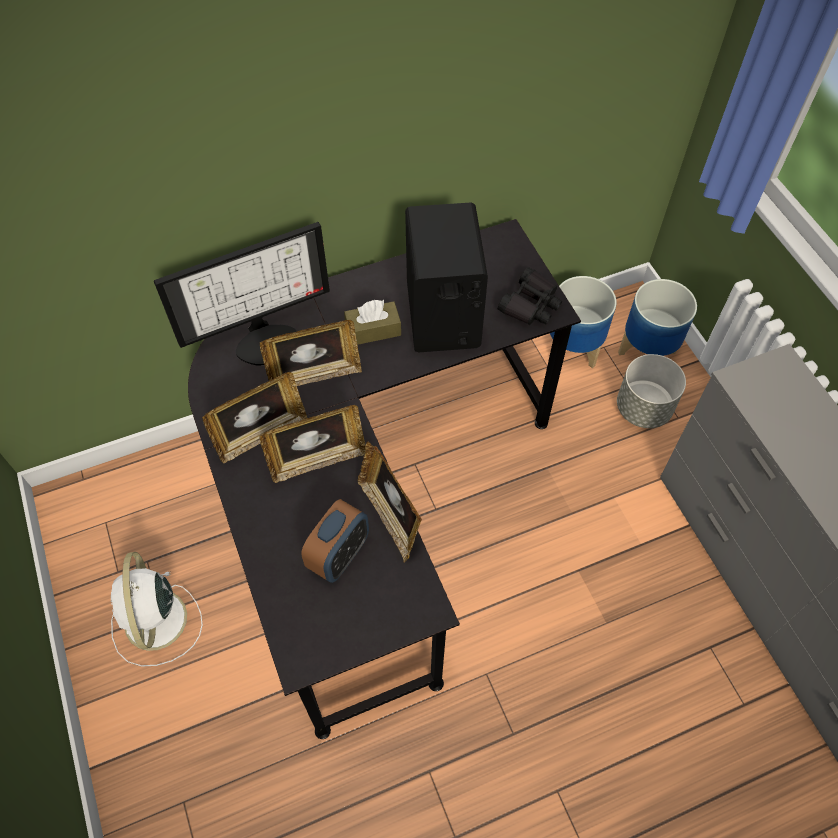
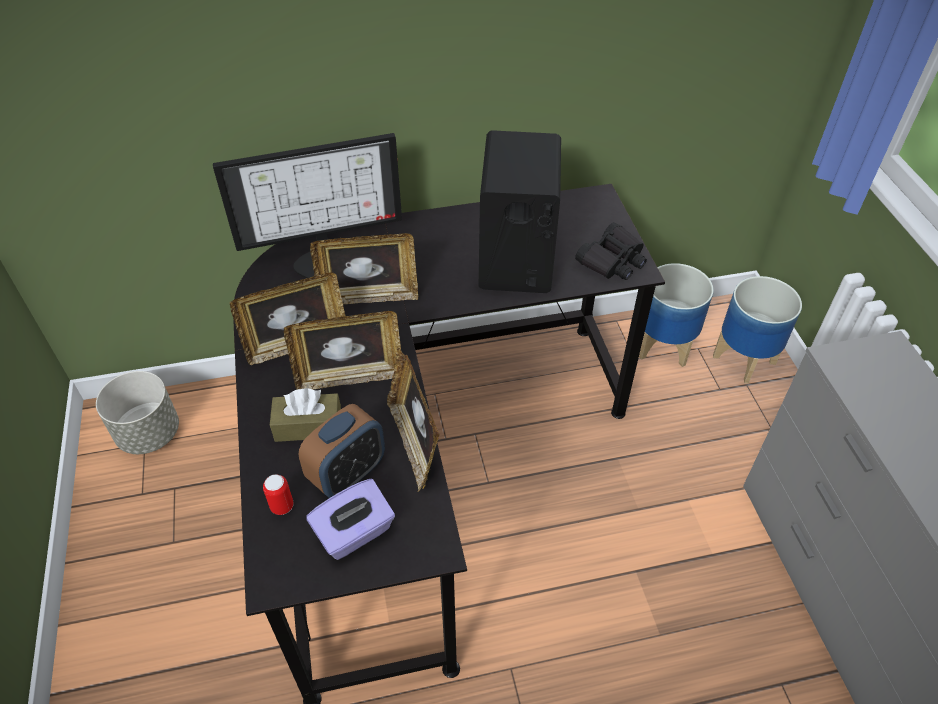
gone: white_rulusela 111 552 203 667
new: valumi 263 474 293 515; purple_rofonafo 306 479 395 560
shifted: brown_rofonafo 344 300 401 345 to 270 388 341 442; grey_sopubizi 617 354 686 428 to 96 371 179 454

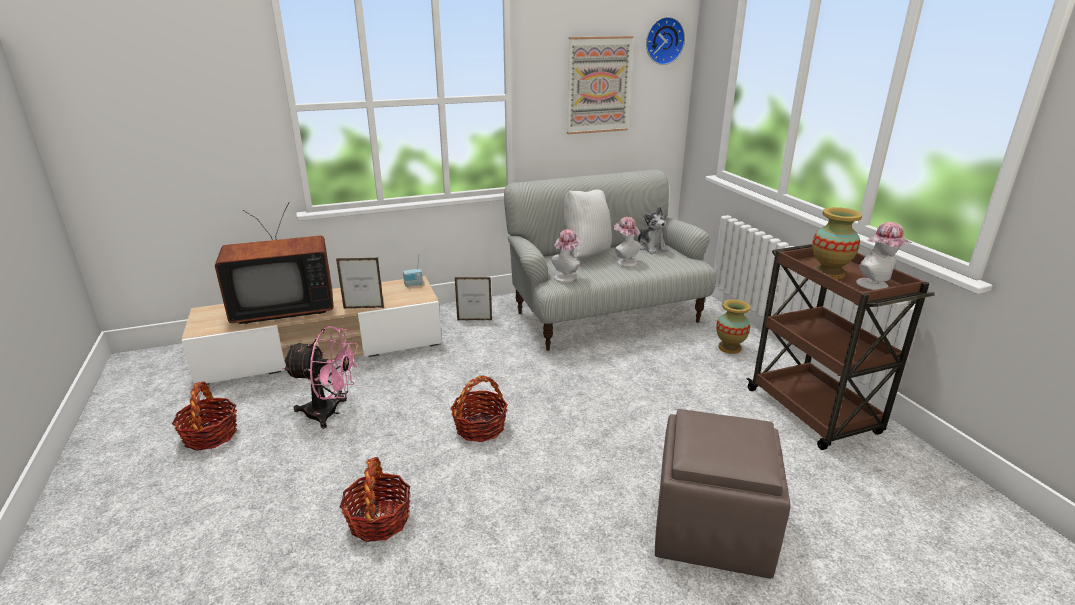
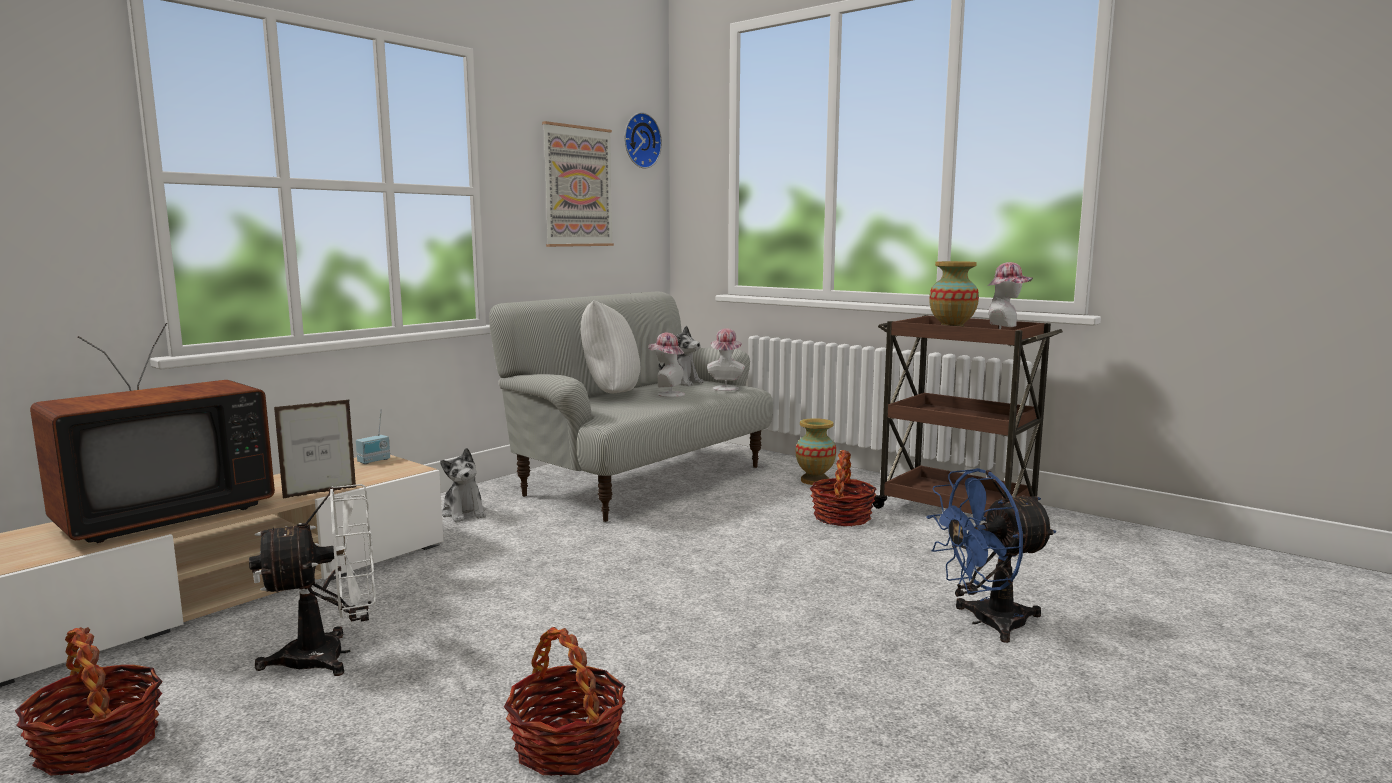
shifted: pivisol 450 376 508 442 to 810 450 877 527; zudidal 551 229 581 282 to 707 328 745 391
swapped: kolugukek 455 277 492 320 to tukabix 440 448 486 522; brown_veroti 655 409 791 579 to blue_rulusela 926 468 1057 643
repainted: pink_rulusela 282 326 358 429 to white_rulusela 249 484 376 676

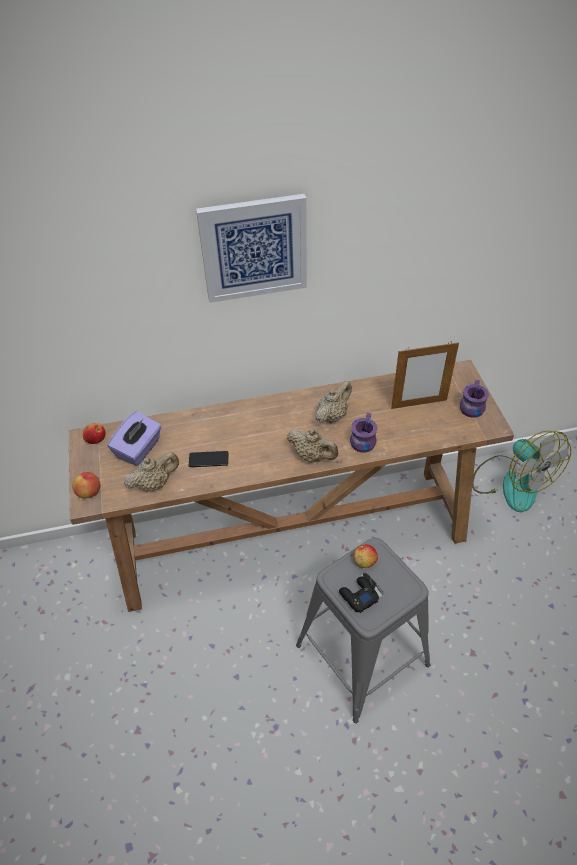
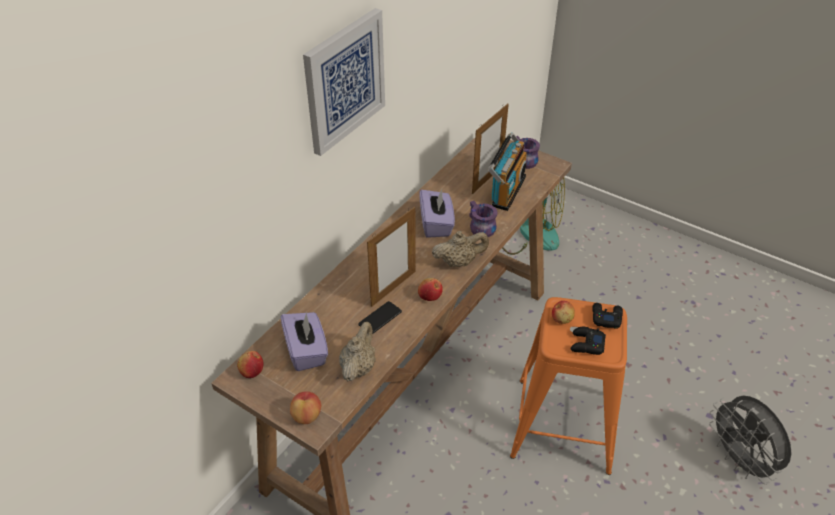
new: kolugukek 367 207 416 307; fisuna 418 278 443 301; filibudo 488 132 527 211; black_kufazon 593 303 623 329; grey_rulusela 709 395 792 484
swapped: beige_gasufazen 316 381 352 423 to purple_rofonafo 419 190 455 238
repainted: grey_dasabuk 296 538 430 723 to orange_dasabuk 510 297 627 475

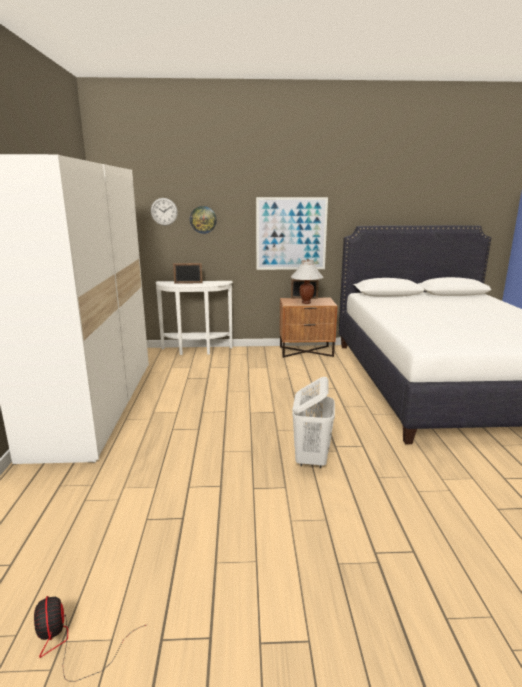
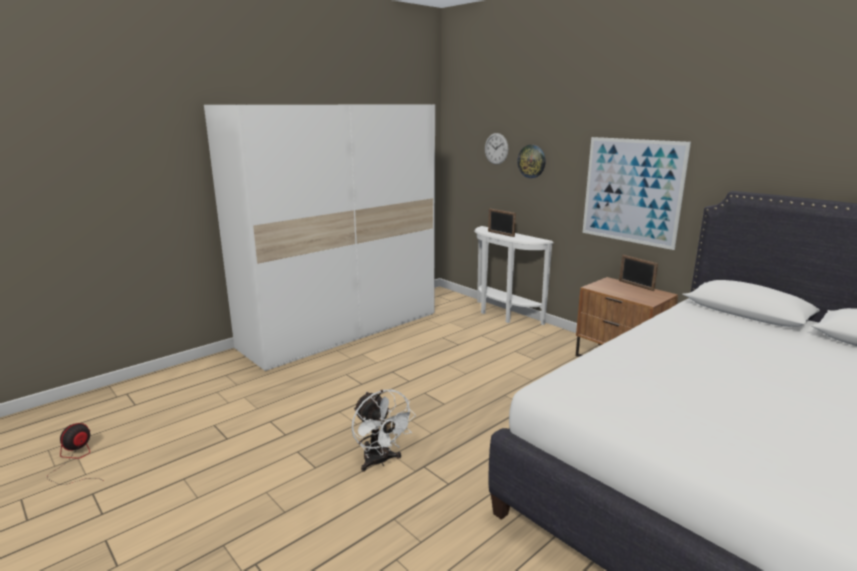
gone: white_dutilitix 291 259 324 304
swapped: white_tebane 292 377 335 468 to white_rulusela 352 389 416 472

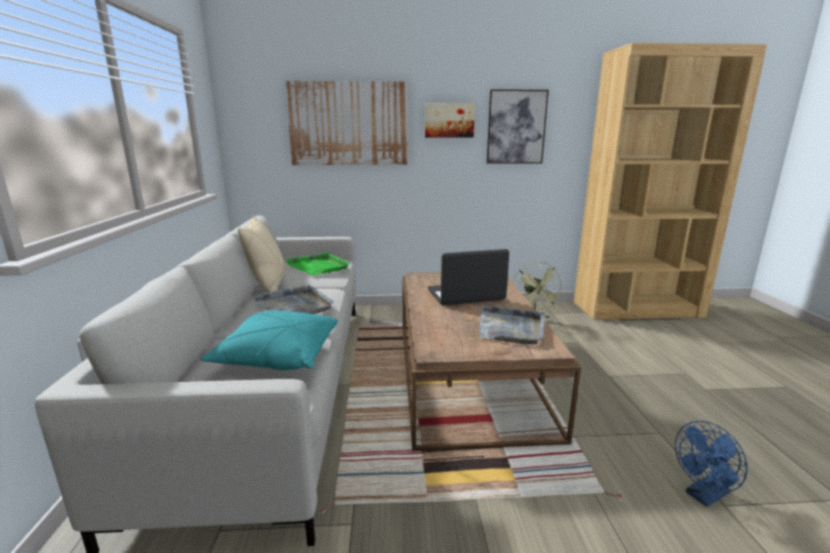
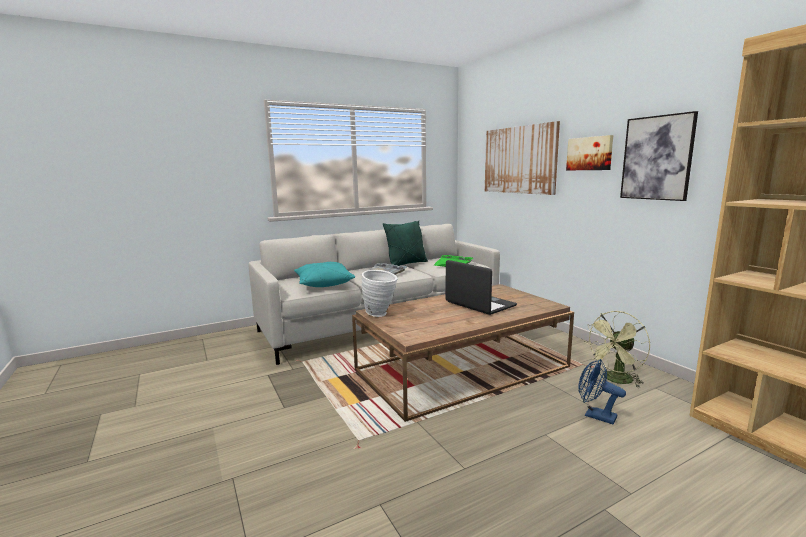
gone: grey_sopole 480 306 544 344
new: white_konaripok 362 270 398 317
shifted: blue_rulusela 675 421 747 507 to 579 359 626 425
repainted: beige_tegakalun 238 216 285 292 to green_tegakalun 383 220 428 266

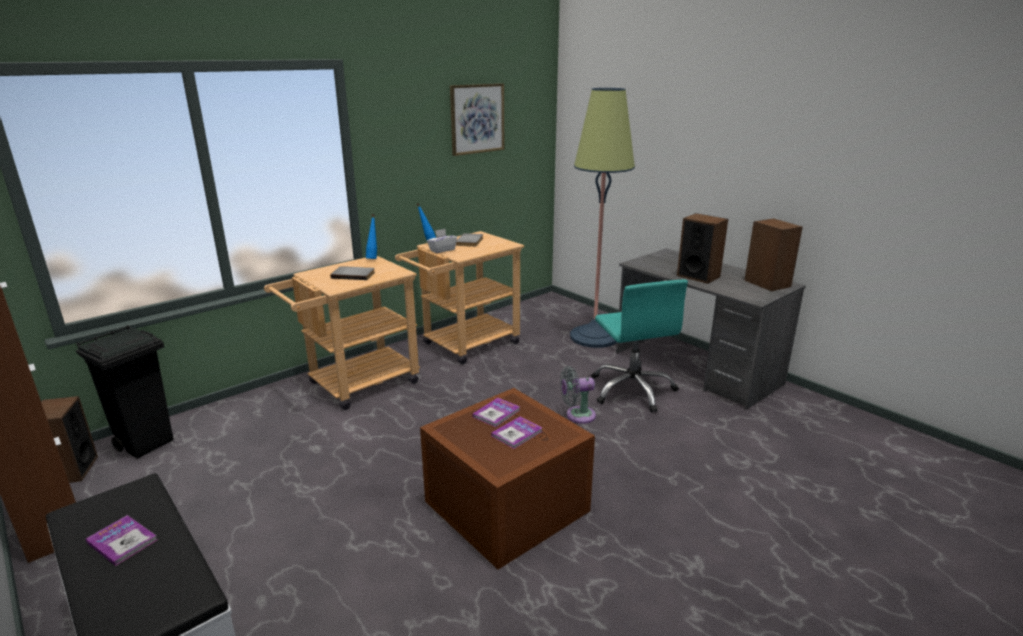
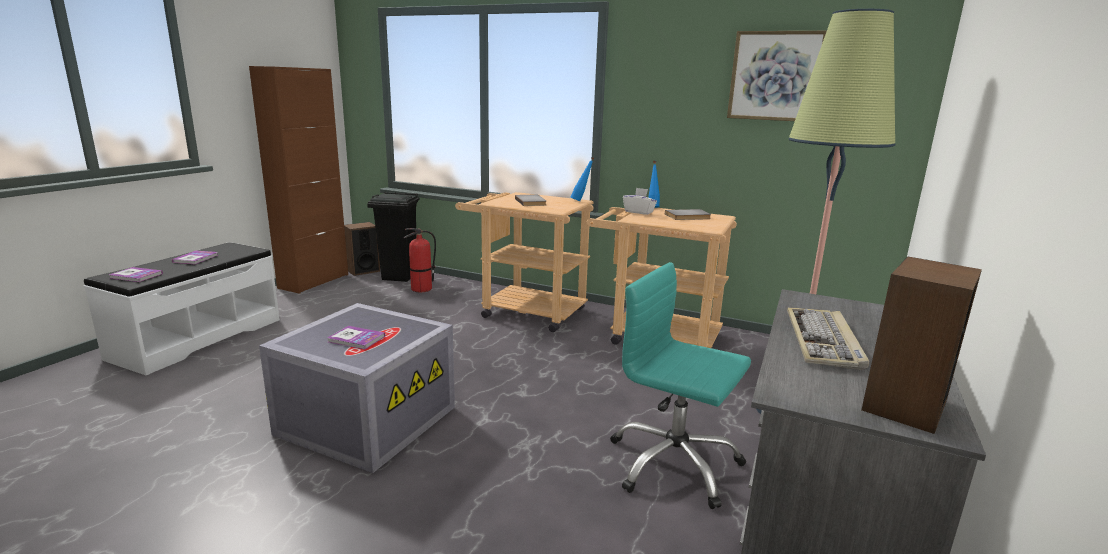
gone: grey_rulusela 560 366 596 424
new: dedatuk 404 228 436 292
shifted: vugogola 472 398 520 427 to 109 267 163 282
swapped: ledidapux 677 213 728 284 to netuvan 787 308 869 370
repainted: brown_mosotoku 420 388 595 570 to grey_mosotoku 259 303 455 473
rotated: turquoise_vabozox 591 279 688 413 = 610 262 751 509 75 degrees clockwise

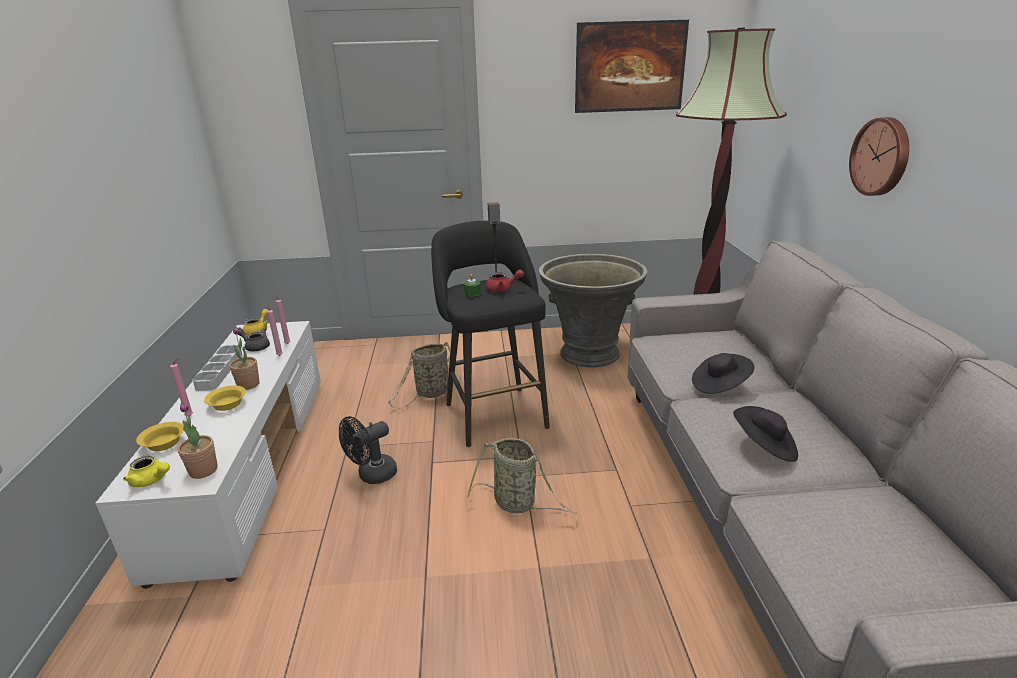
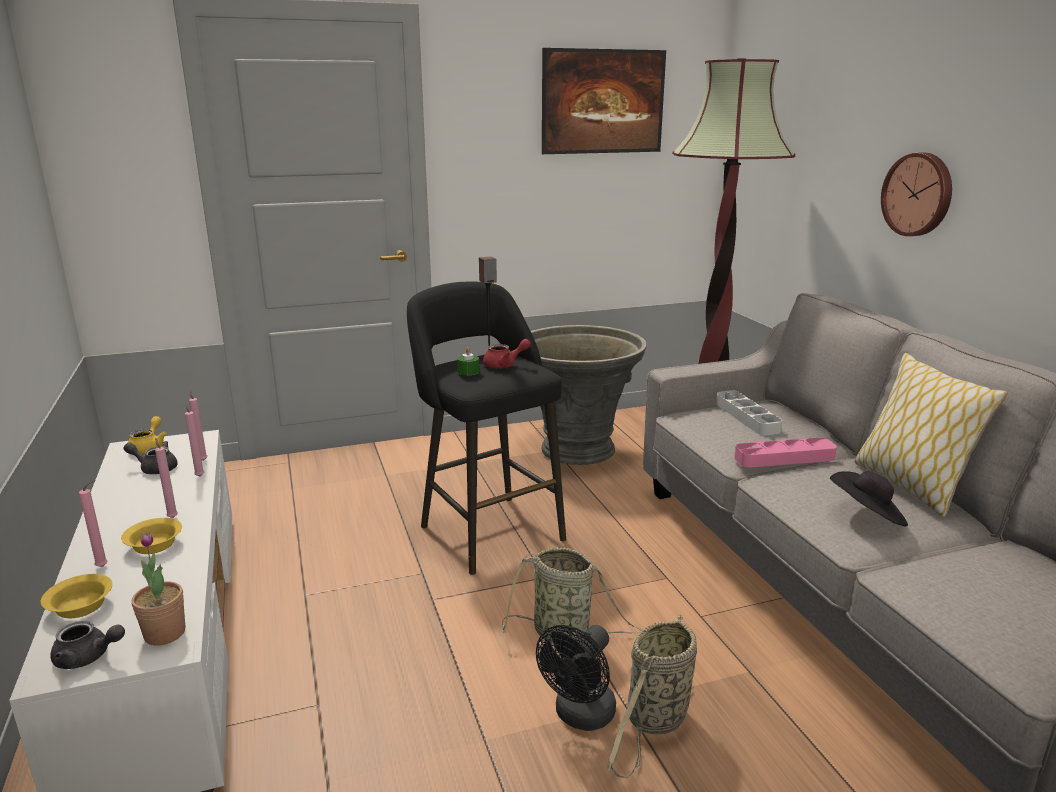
new: tegakalun 854 353 1008 517
shifted: grey_sopole 193 345 242 391 to 716 390 782 435; black_rulusela 339 416 397 484 to 536 625 616 731; pivisol 388 342 461 409 to 607 614 697 778
swapped: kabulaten 229 327 260 390 to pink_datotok 155 438 178 518; black_zudidal 692 353 755 394 to pink_sopole 734 437 837 468
repainted: yellow_gasufazen 123 456 170 487 to grey_gasufazen 51 621 125 669

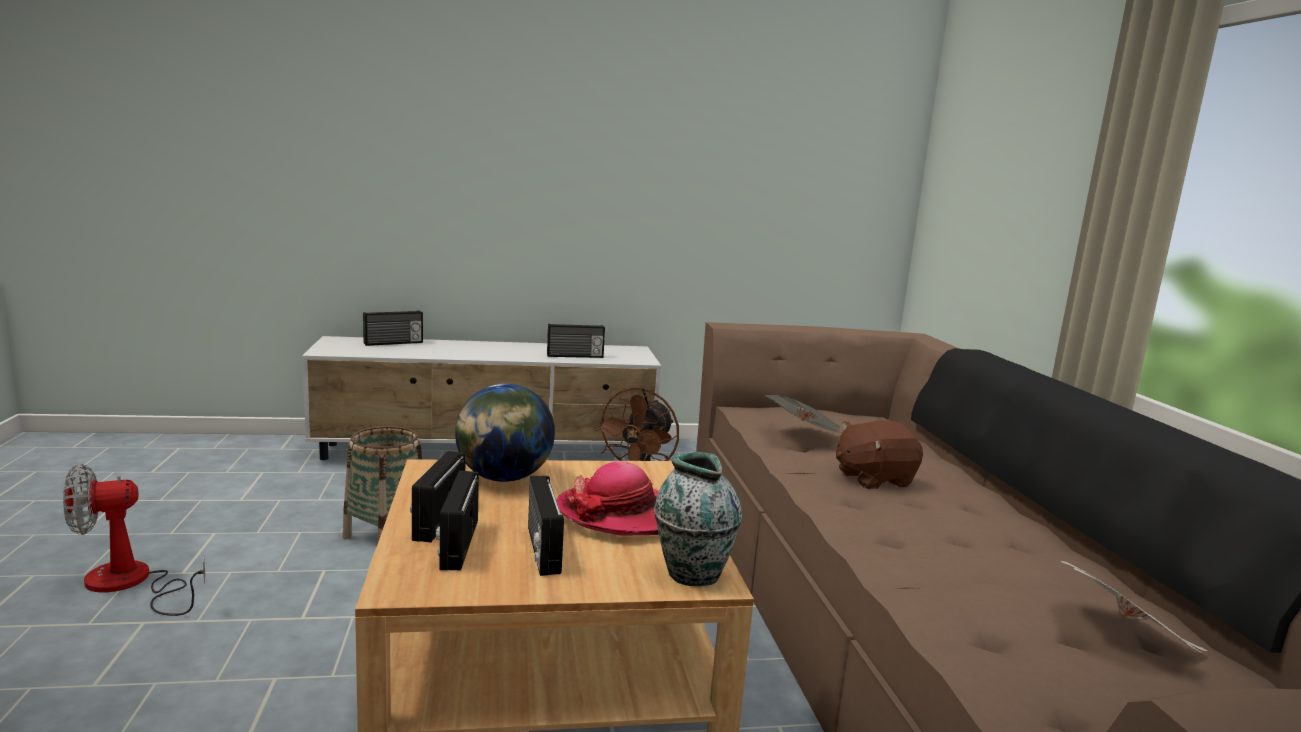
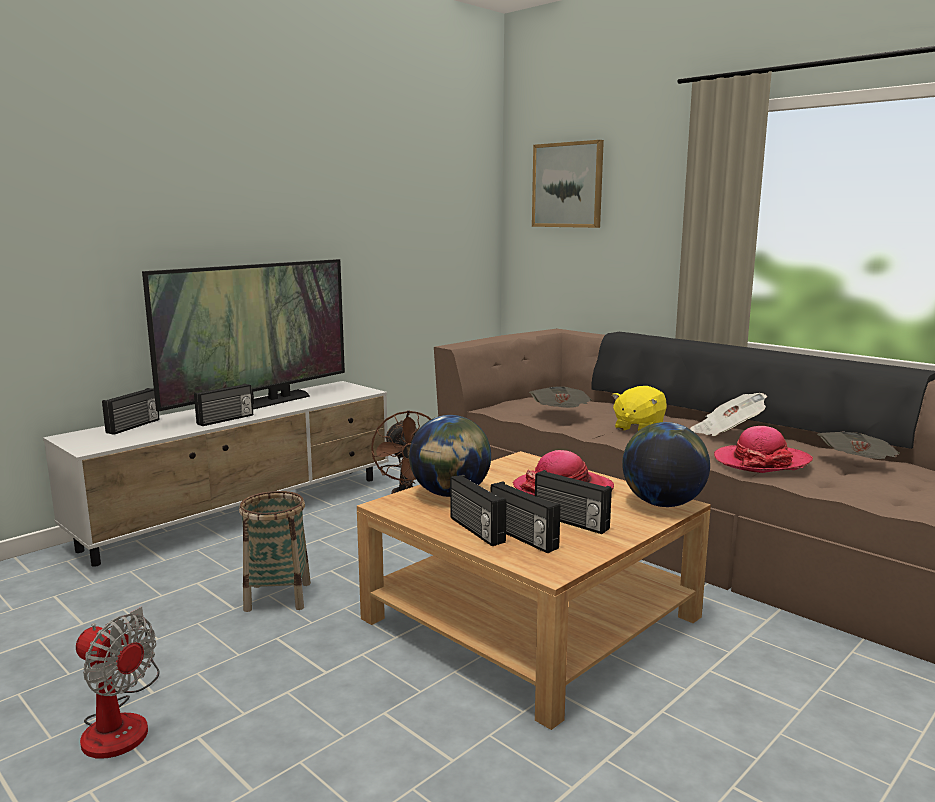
new: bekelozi 142 259 345 412; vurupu 532 140 604 228; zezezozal 690 393 767 436; zudidal 714 426 813 473
shifted: filibudo 547 324 605 358 to 194 384 253 426
swapped: konaripok 654 452 742 586 to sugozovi 622 422 710 507
repainted: brown_tukabix 836 421 923 489 to yellow_tukabix 612 386 667 431
rotated: rulusela 63 464 206 616 = 76 606 160 758 90 degrees counterclockwise

